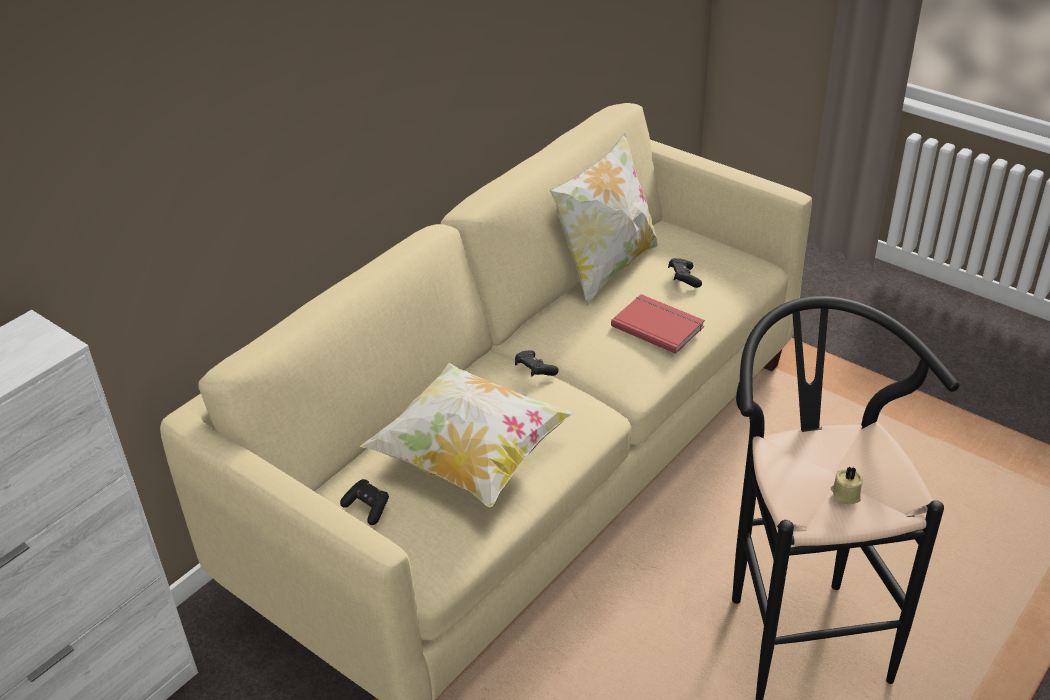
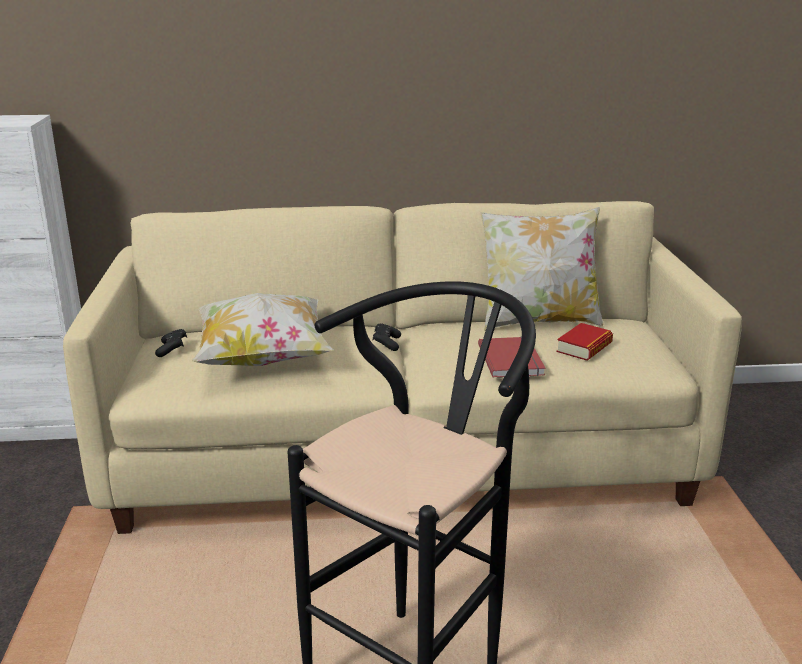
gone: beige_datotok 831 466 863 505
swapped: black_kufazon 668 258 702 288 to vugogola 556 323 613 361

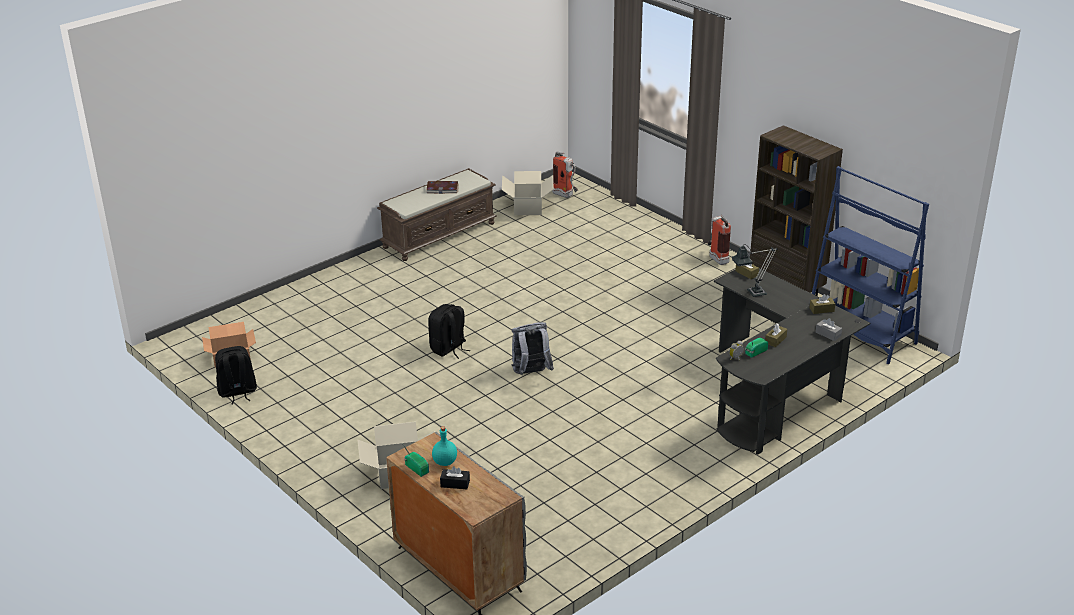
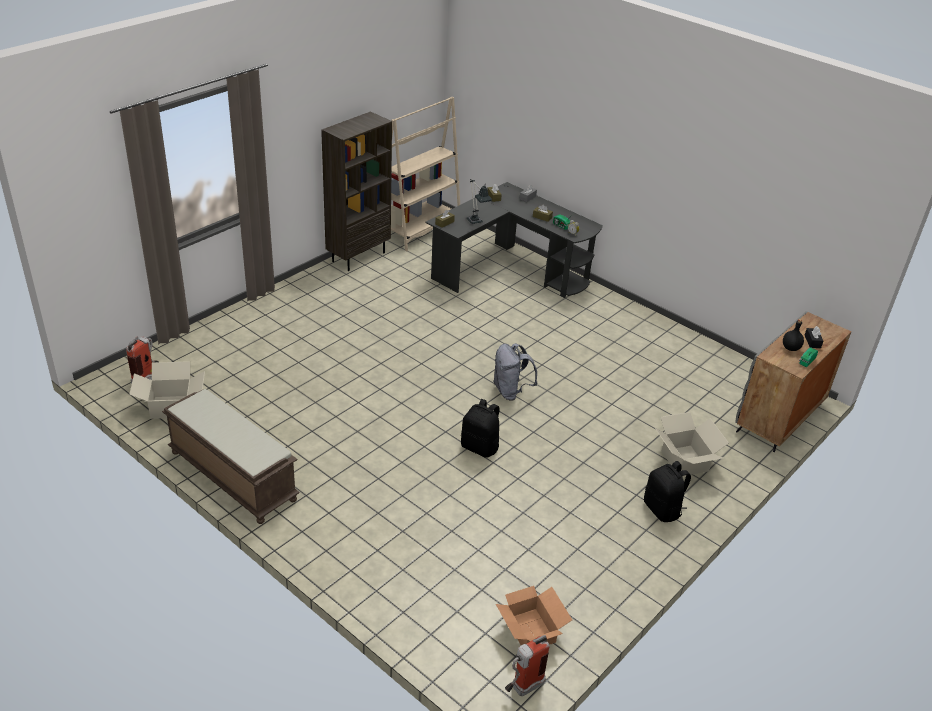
gone: vugogola 426 181 459 194
shifted: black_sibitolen 215 346 257 405 to 644 461 691 522; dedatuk 707 215 731 265 to 505 635 550 696
repainted: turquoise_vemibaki 432 426 457 466 to black_vemibaki 783 319 804 351; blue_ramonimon 812 166 929 364 to beige_ramonimon 391 97 460 251

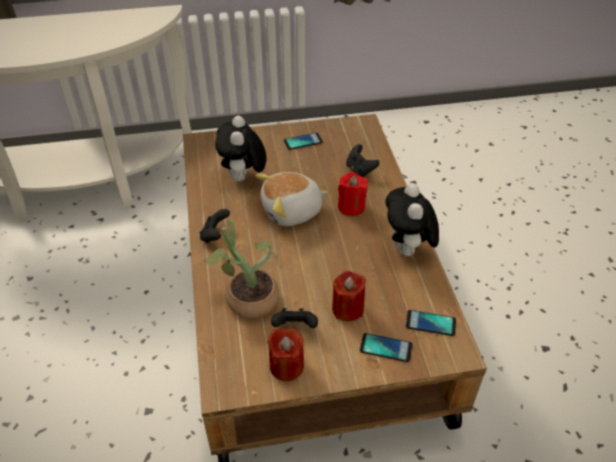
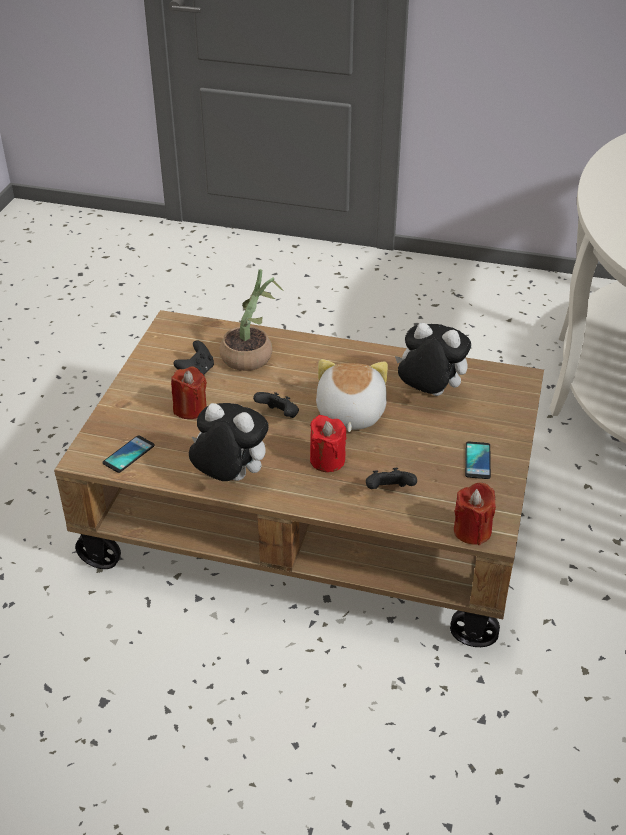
gone: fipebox 360 333 412 362
shifted: black_kufazon 200 209 230 243 to 253 392 299 418; red_datotok 267 328 304 381 to 454 483 496 545

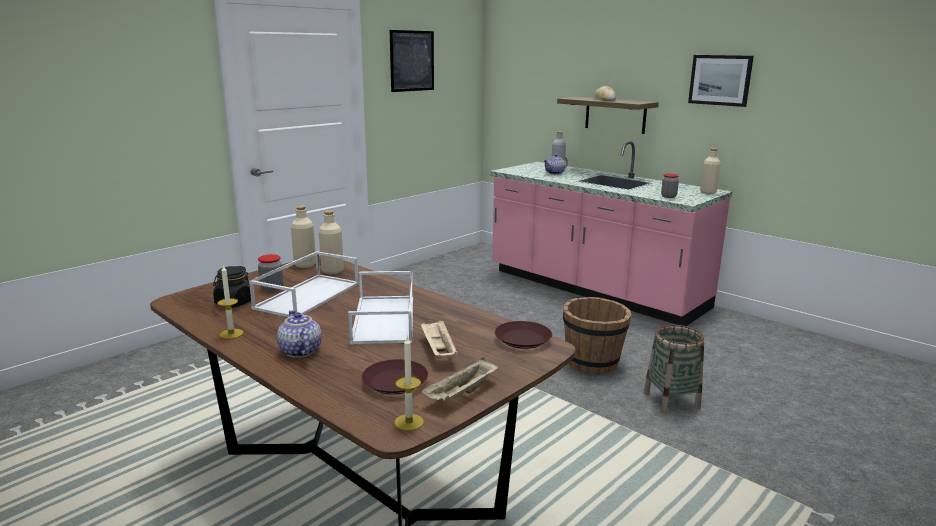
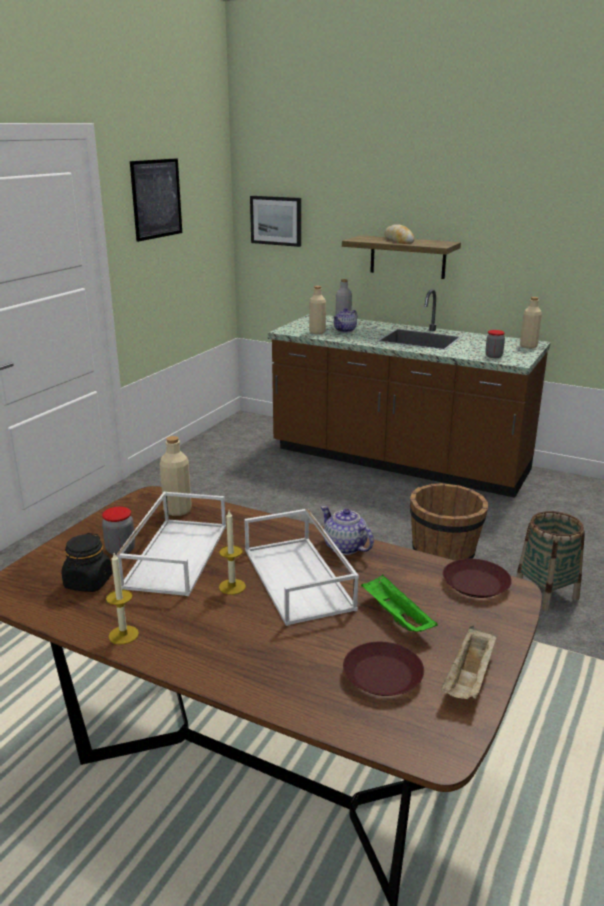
shifted: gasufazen 277 310 321 358 to 321 506 374 555; beige_vemibaki 291 206 316 268 to 309 286 326 334; datotok 395 337 424 431 to 219 511 246 595; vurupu 688 55 754 107 to 250 196 301 247
repainted: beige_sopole 420 320 458 359 to green_sopole 361 575 438 632; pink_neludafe 490 141 733 326 to brown_neludafe 268 289 551 498

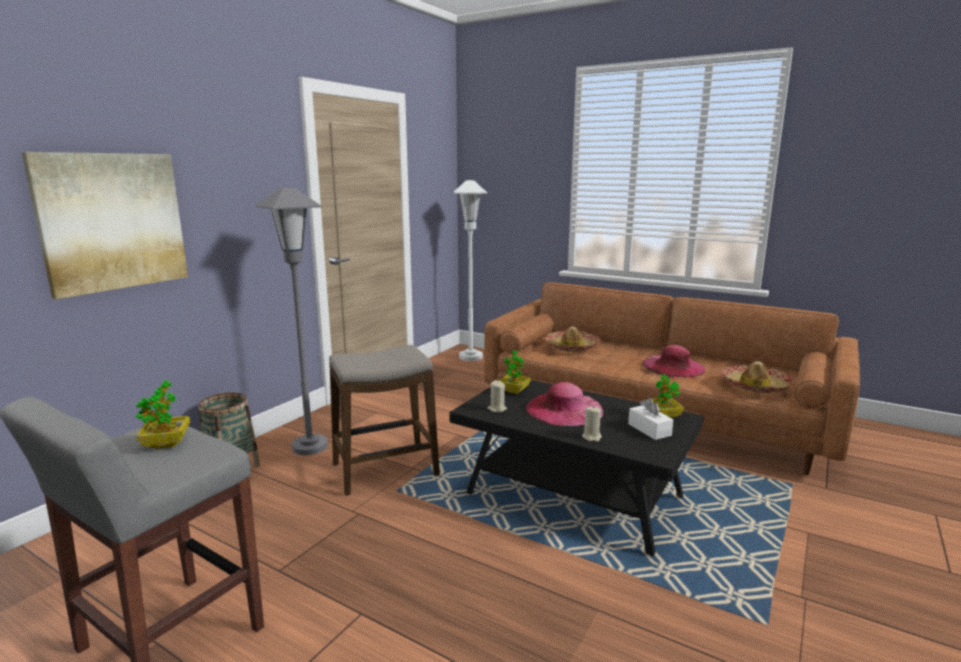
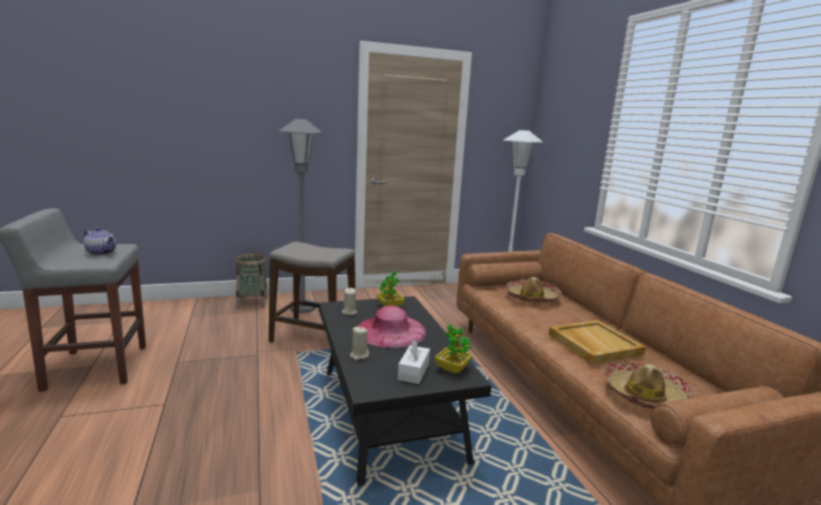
gone: vurupu 22 152 188 299
swapped: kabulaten 136 380 190 449 to gasufazen 84 227 116 256; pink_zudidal 642 345 706 377 to beige_sopole 548 320 646 365

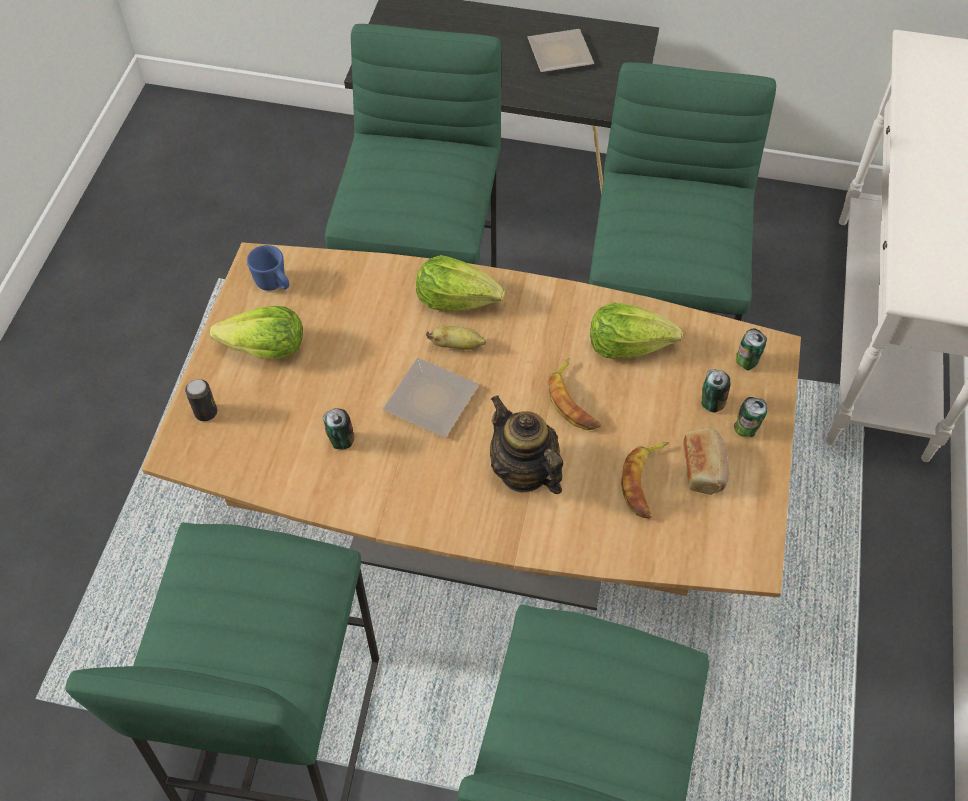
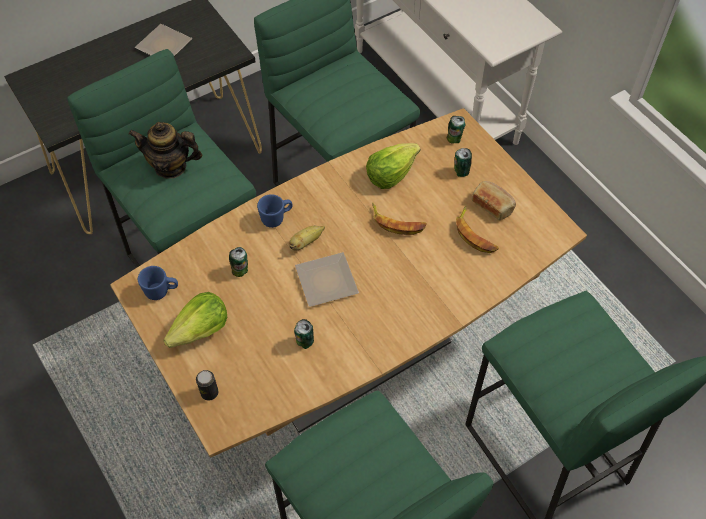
shifted: gasufazen 490 396 563 494 to 129 122 202 179; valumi 734 397 767 437 to 229 247 248 277
swapped: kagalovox 416 255 505 311 to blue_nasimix 257 194 292 228

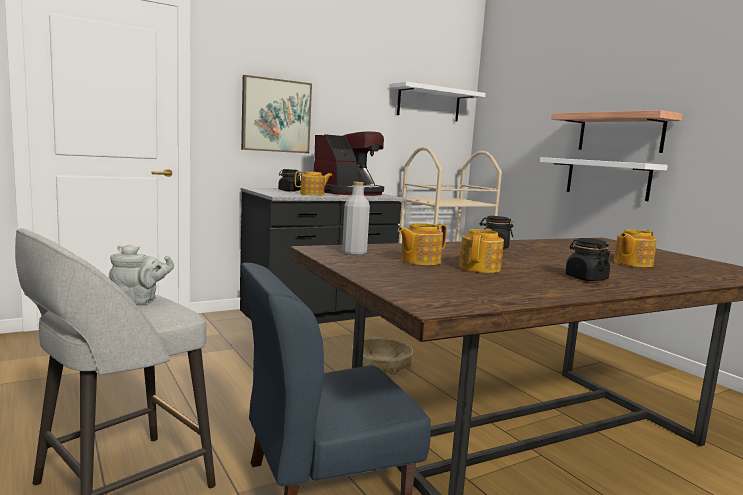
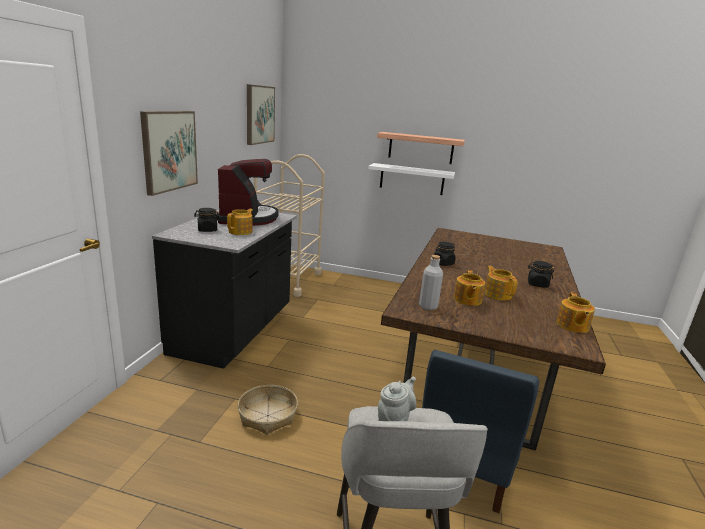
shifted: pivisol 352 337 413 375 to 238 385 298 435; gasufazen 614 229 657 267 to 556 292 595 333
swapped: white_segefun 389 81 486 121 to vurupu 247 84 275 145

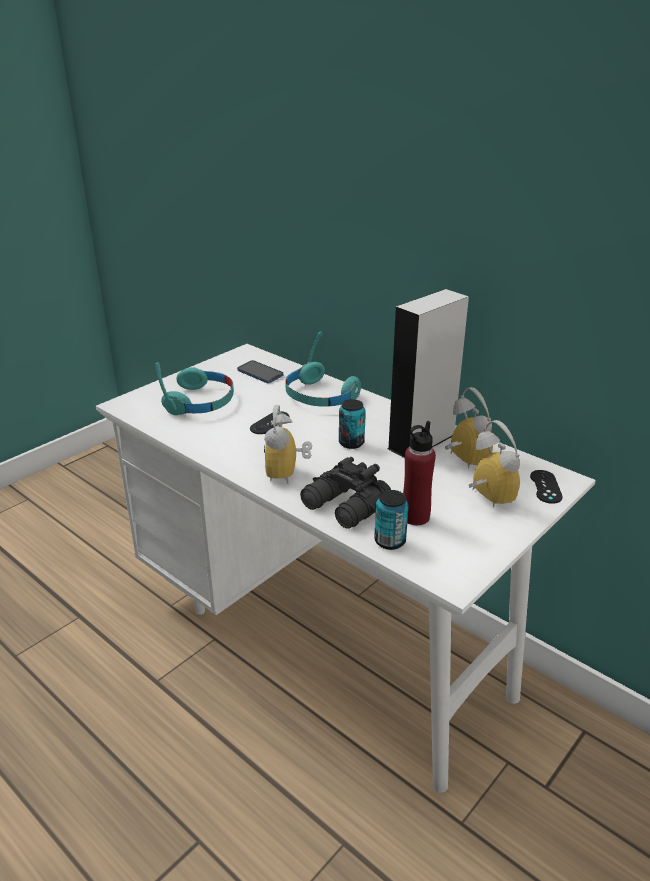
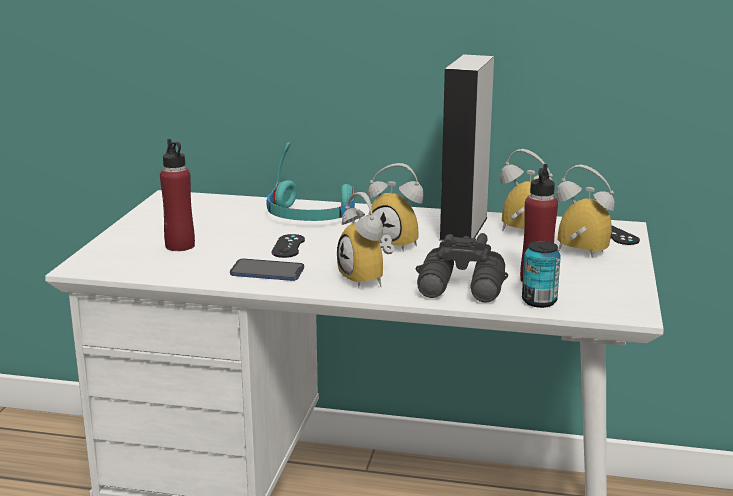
shifted: fipebox 237 360 283 383 to 230 258 304 281
swapped: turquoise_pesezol 155 362 234 415 to red_vemibaki 160 139 195 251; valumi 339 399 366 449 to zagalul 368 163 424 252

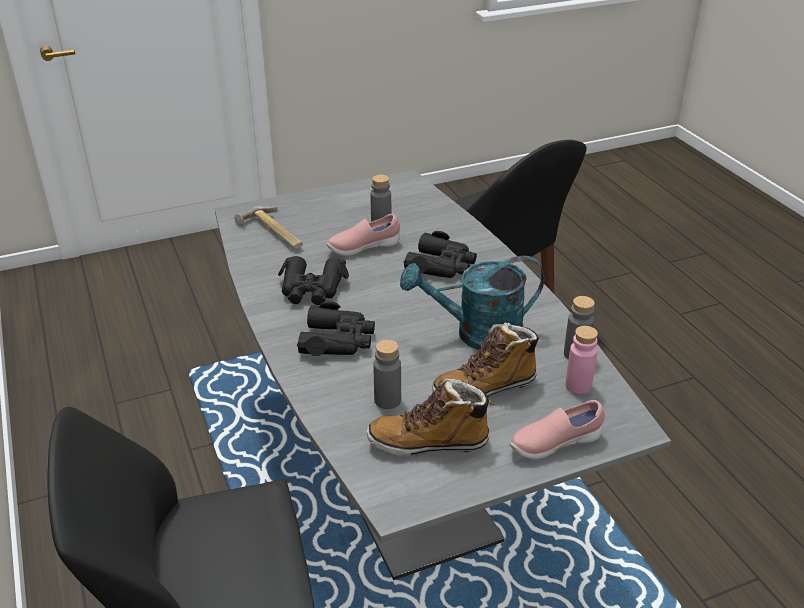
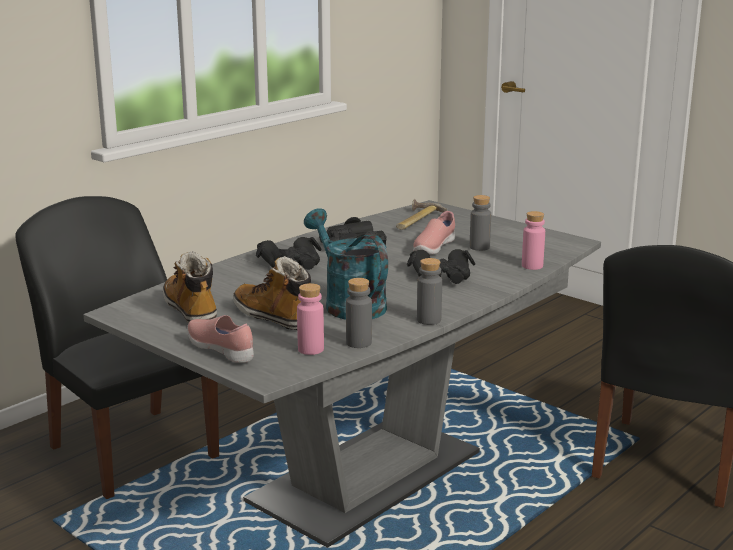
new: pink_vemibaki 522 211 545 270
shifted: grey_vemibaki 373 339 401 409 to 417 258 442 325
rotated: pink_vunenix 327 214 400 256 = 413 211 455 255 105 degrees counterclockwise

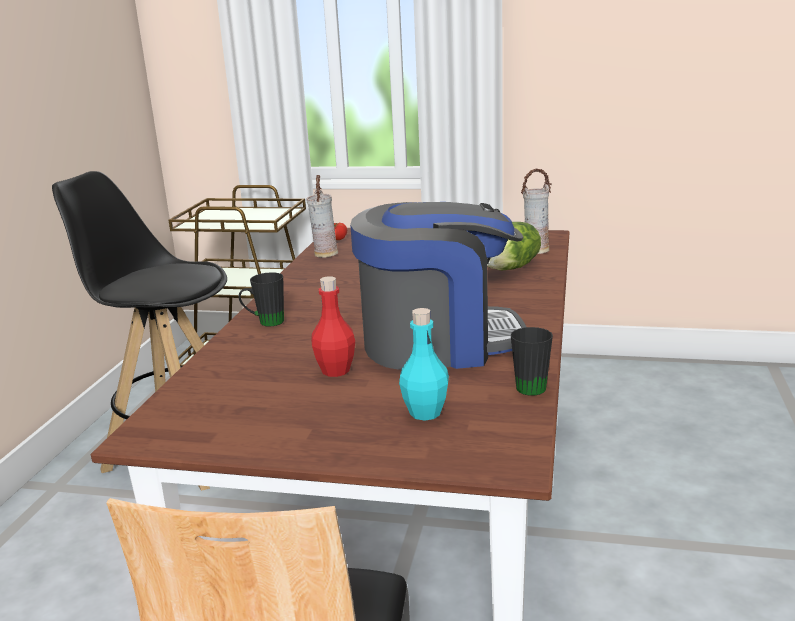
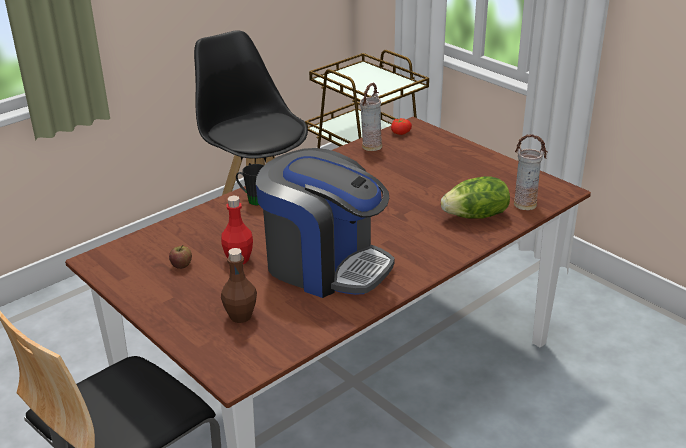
gone: black_nasimix 511 327 553 396
new: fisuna 169 245 192 269
repainted: turquoise_vemibaki 399 308 449 421 to brown_vemibaki 221 248 257 323

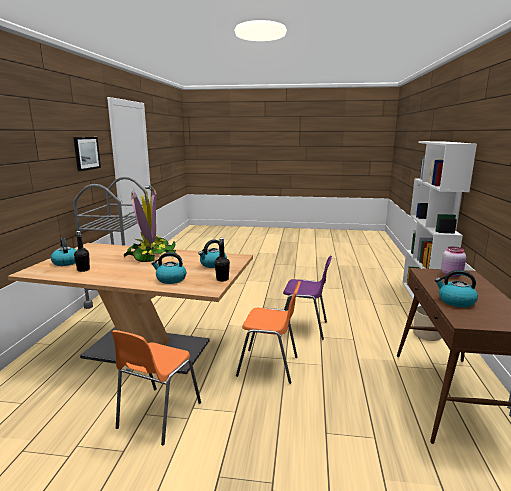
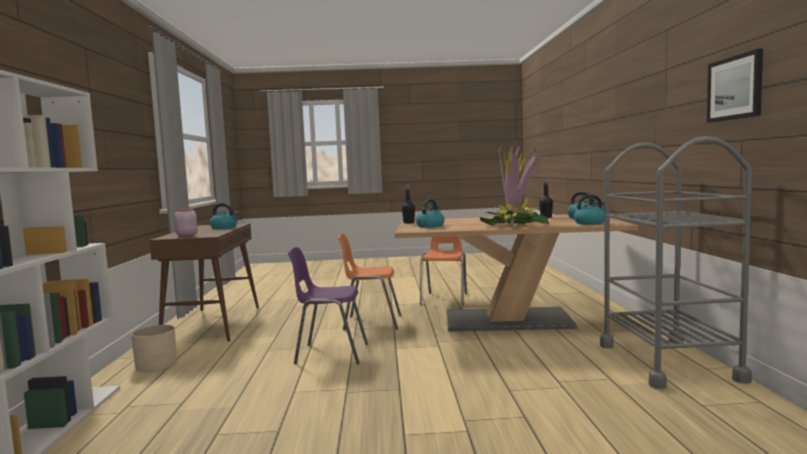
shifted: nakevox 151 252 186 284 to 574 194 605 225

